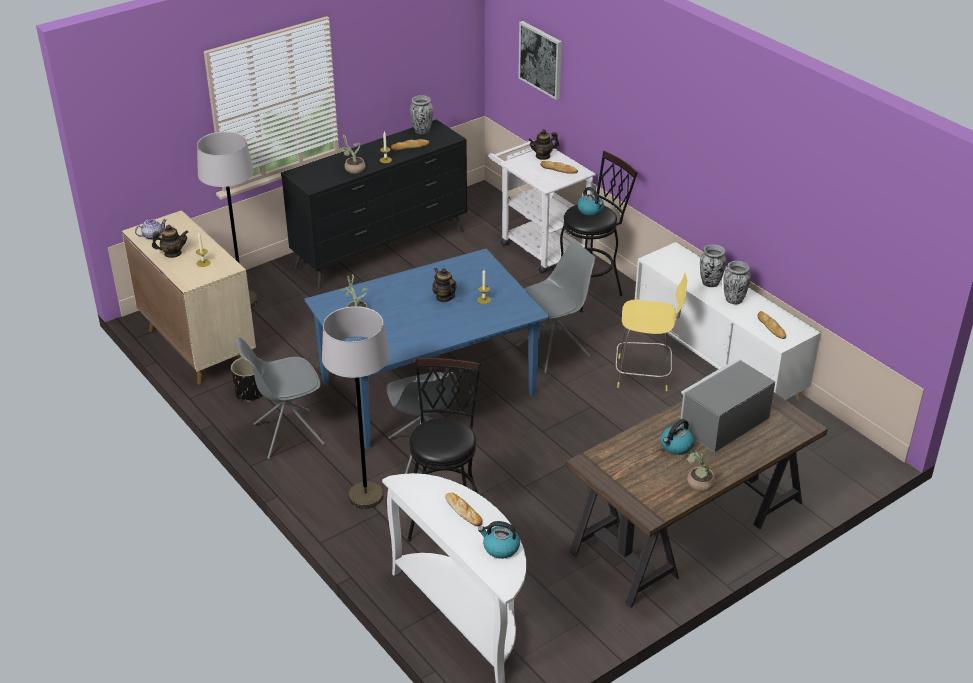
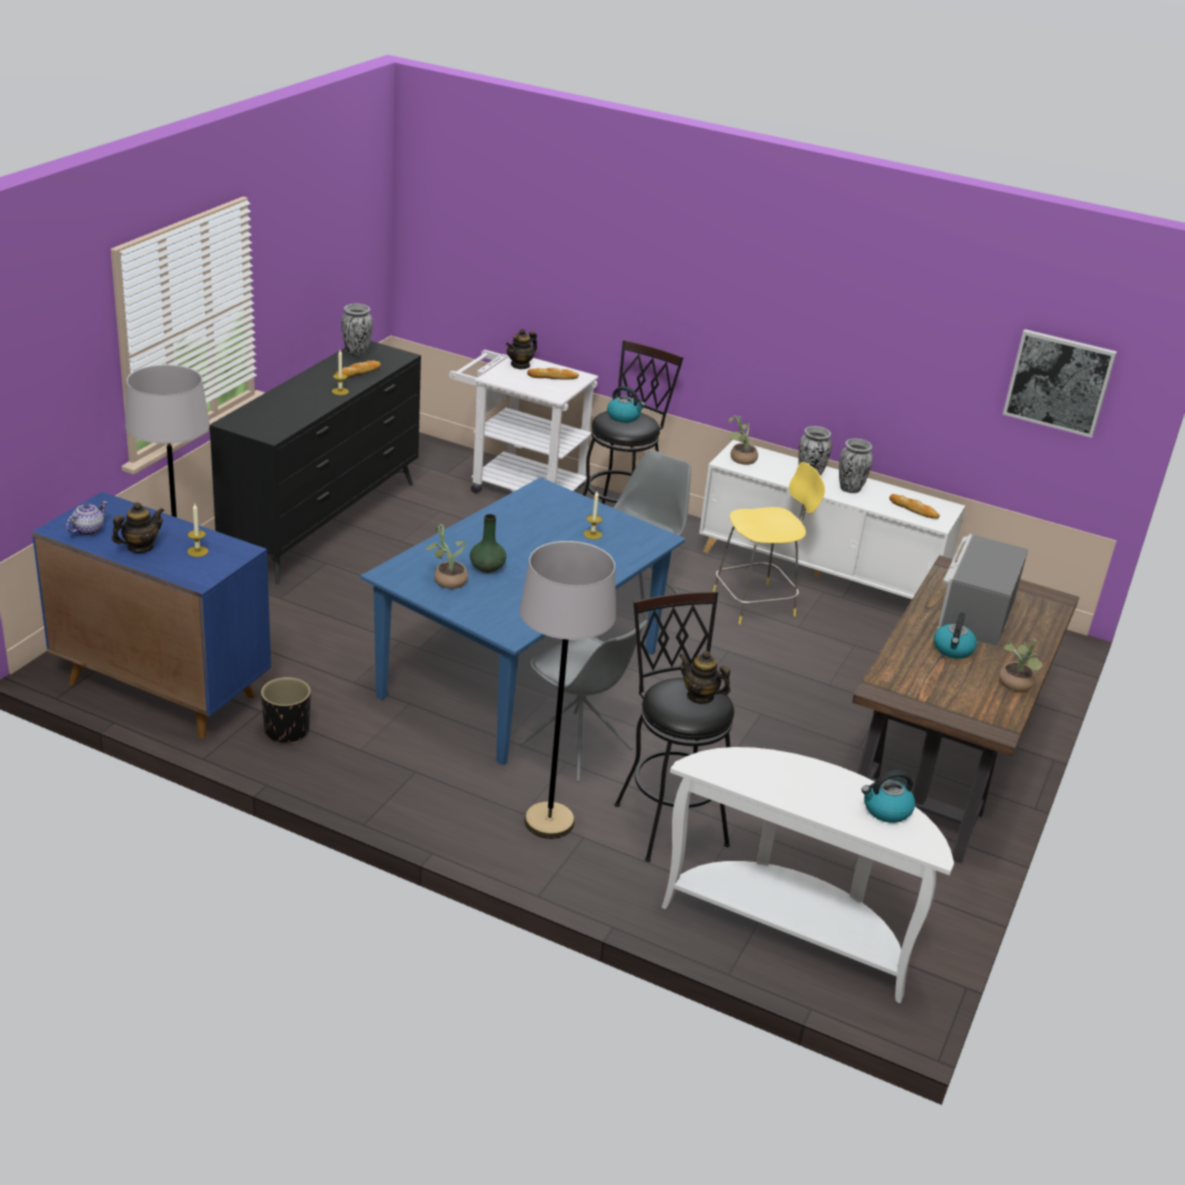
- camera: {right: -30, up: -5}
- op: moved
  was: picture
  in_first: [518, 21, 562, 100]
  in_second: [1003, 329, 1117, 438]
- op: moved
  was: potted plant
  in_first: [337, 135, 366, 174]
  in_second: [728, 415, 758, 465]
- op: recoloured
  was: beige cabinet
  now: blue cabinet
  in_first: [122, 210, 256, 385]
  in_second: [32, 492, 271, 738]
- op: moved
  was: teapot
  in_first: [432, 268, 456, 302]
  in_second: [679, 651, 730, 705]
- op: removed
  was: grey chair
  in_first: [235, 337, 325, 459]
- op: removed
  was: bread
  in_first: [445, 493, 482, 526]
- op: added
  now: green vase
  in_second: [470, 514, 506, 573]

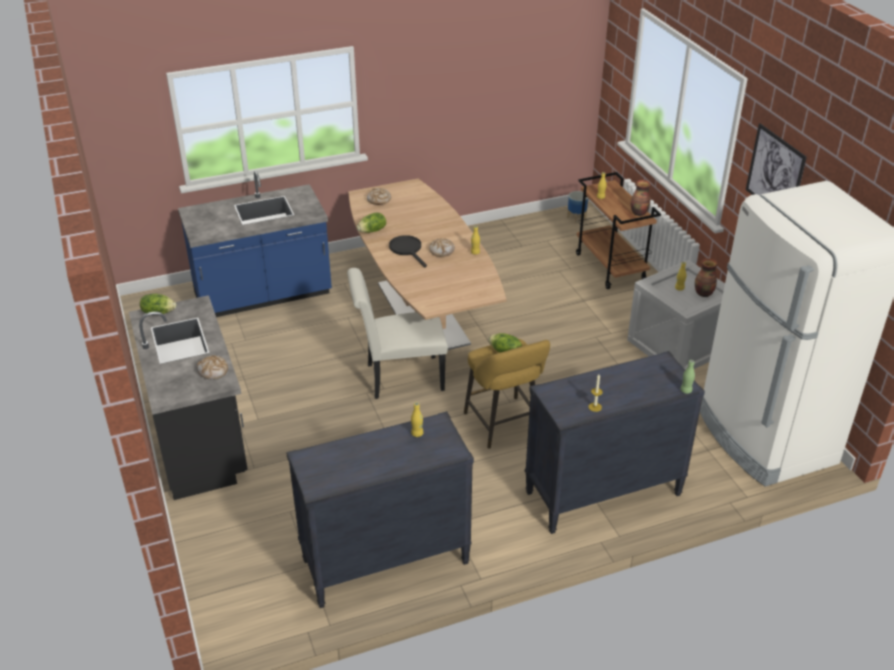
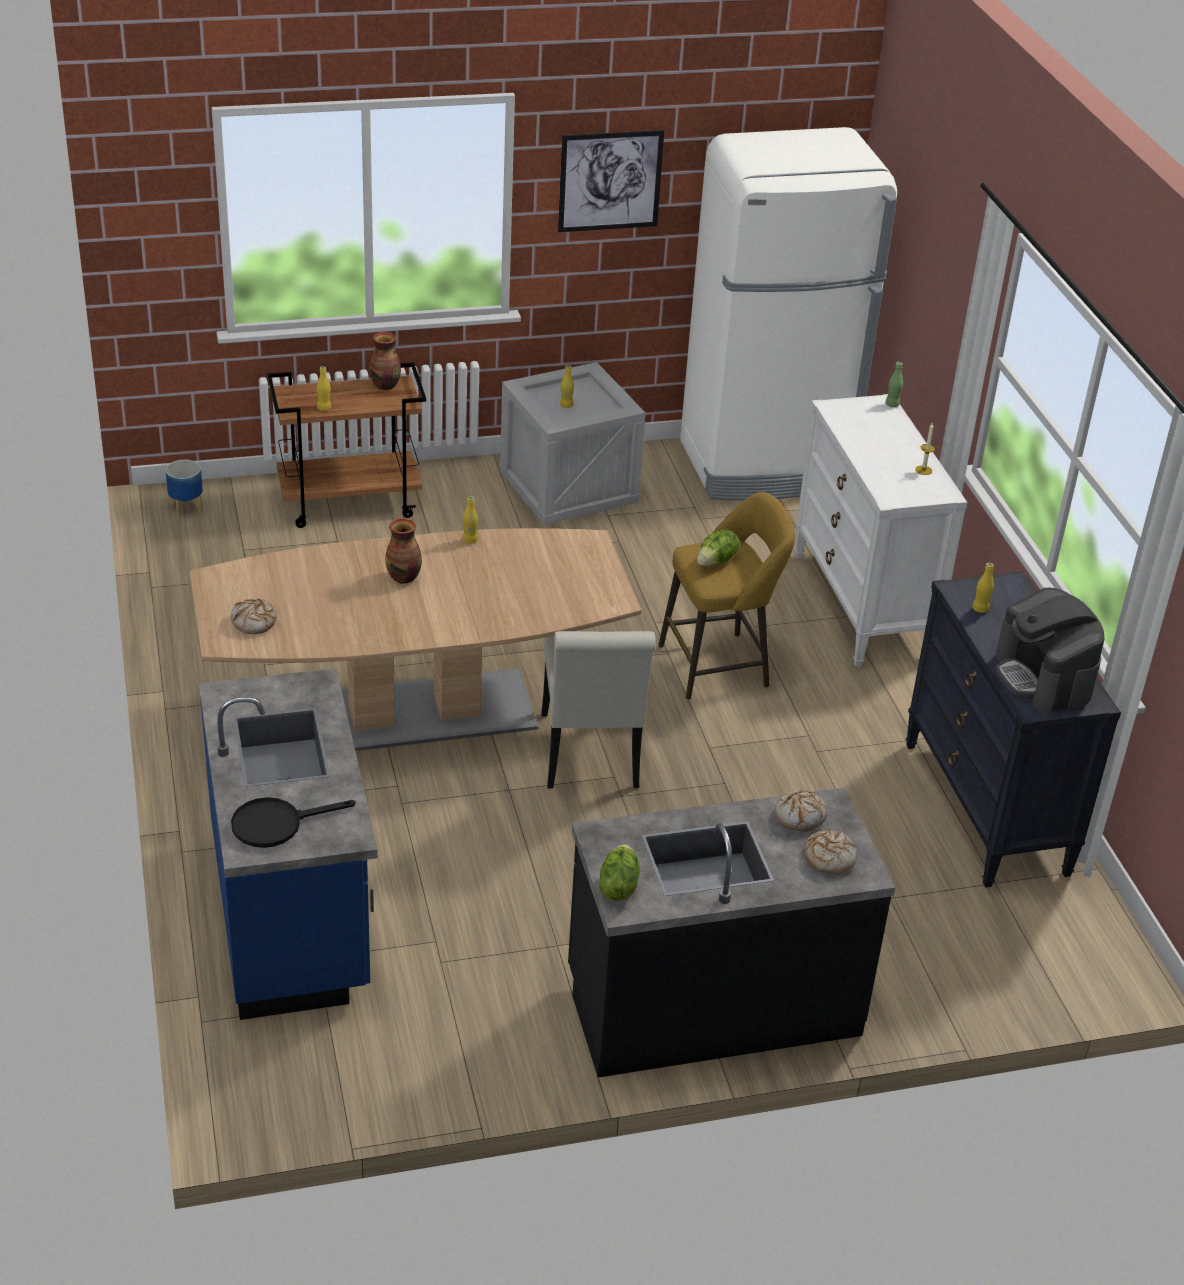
- camera: {right: -85, up: 0}
- op: removed
  was: lettuce
  in_first: [357, 213, 386, 233]
- op: moved
  was: black frying pan
  in_first: [389, 235, 427, 267]
  in_second: [231, 797, 356, 848]
- op: moved
  was: bread
  in_first: [429, 238, 455, 257]
  in_second: [804, 830, 857, 874]
- op: moved
  was: vase
  in_first: [695, 258, 717, 297]
  in_second: [385, 518, 422, 584]
- op: recoloured
  was: black dresser
  now: white dresser
  in_first: [525, 351, 705, 534]
  in_second: [794, 394, 968, 667]
- op: added
  now: coffee machine
  in_second: [995, 588, 1104, 713]

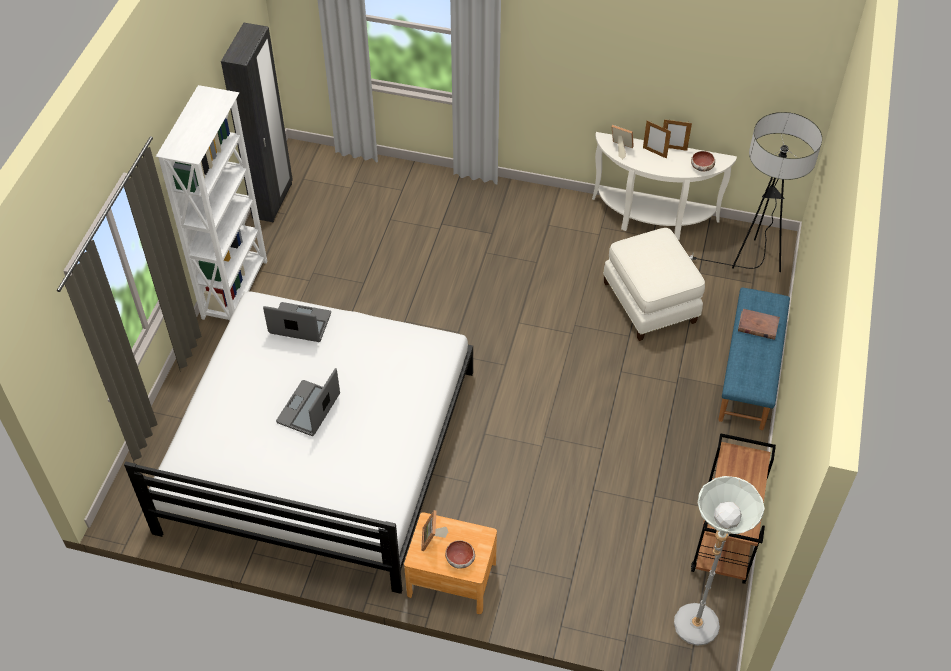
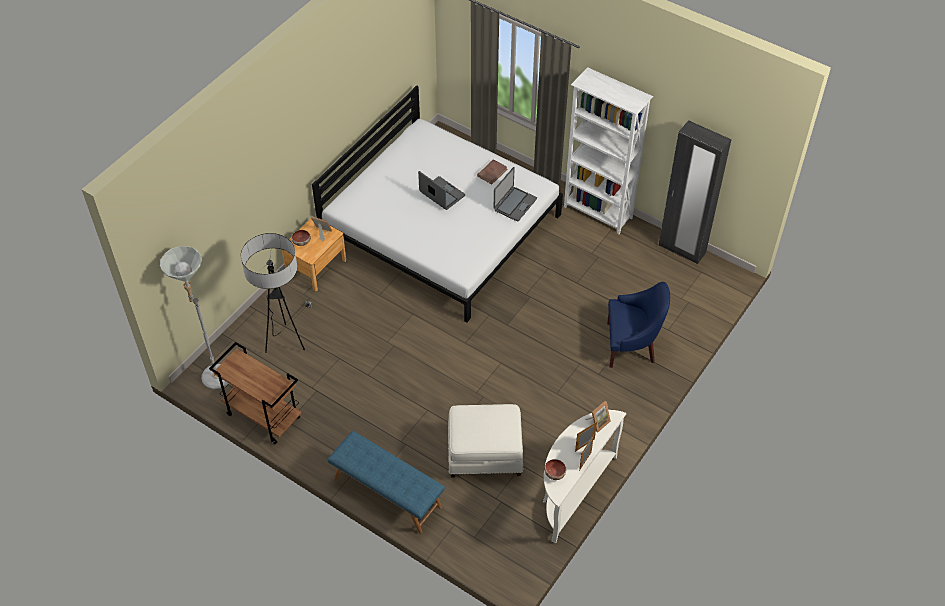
- camera: {right: 110, up: 0}
- op: moved
  was: floor lamp
  in_first: [689, 112, 822, 272]
  in_second: [241, 233, 312, 353]
- op: moved
  was: brown book
  in_first: [738, 309, 780, 340]
  in_second: [477, 159, 508, 184]
- op: added
  now: blue armchair
  in_second: [607, 282, 670, 368]

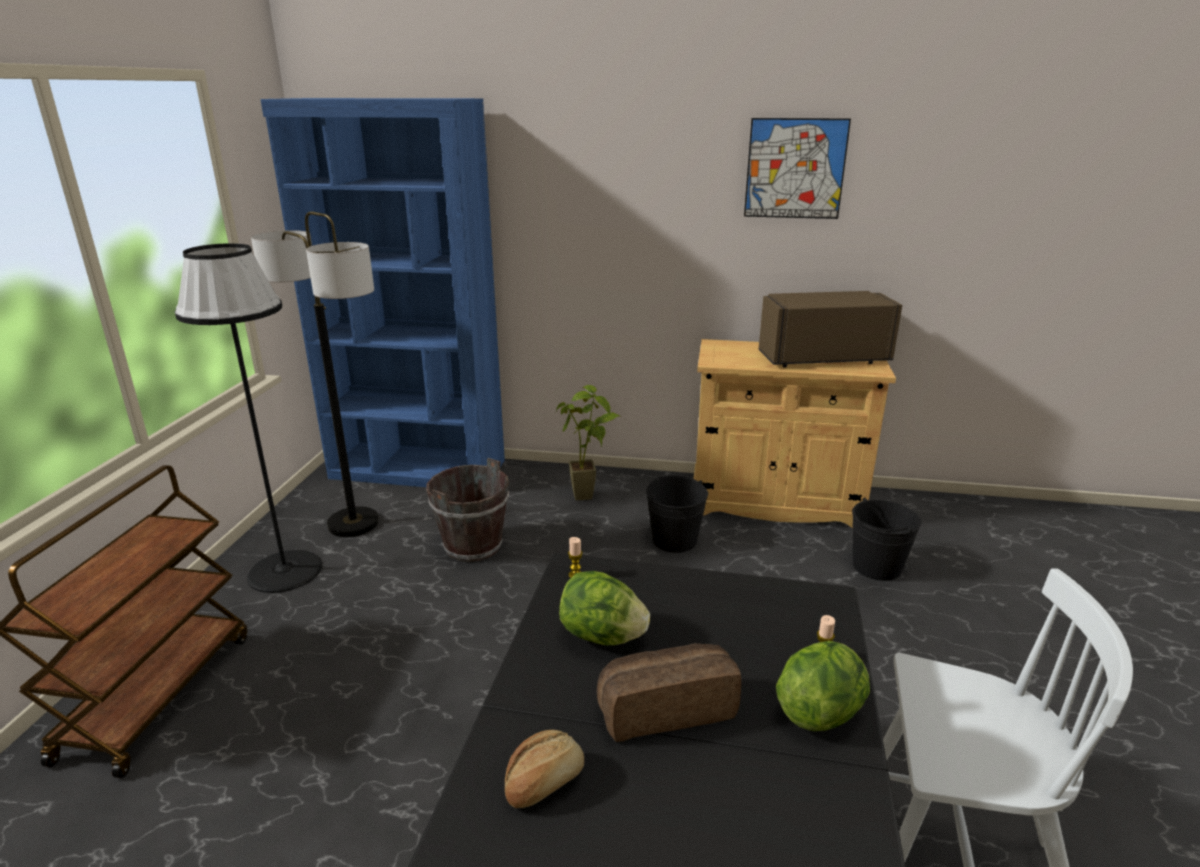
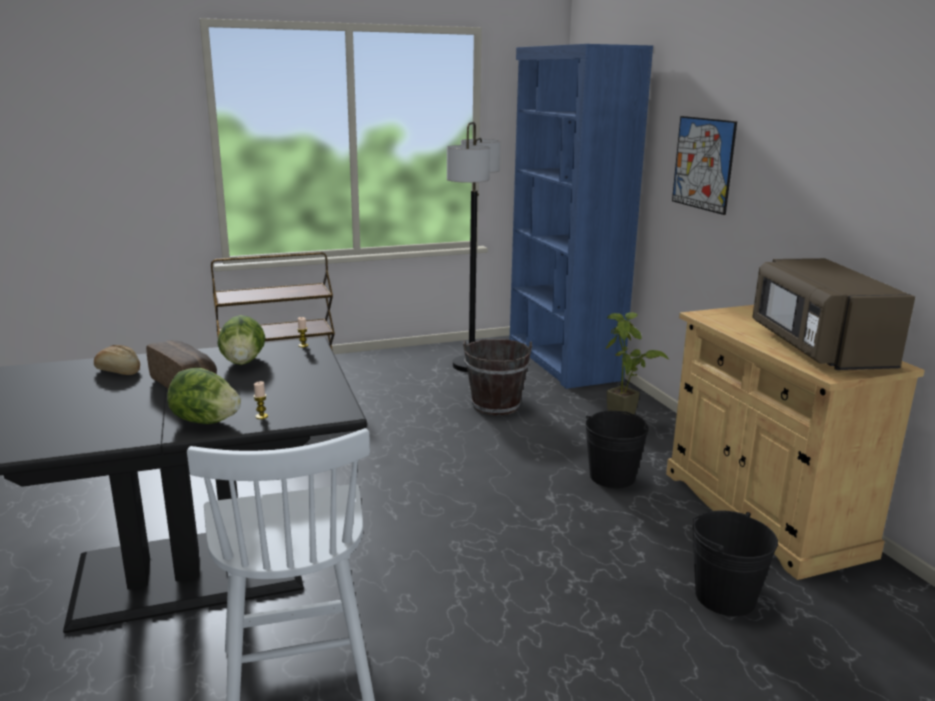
- camera: {right: 60, up: -5}
- op: moved
  was: picture
  in_first: [744, 118, 851, 219]
  in_second: [672, 116, 737, 215]
- op: removed
  was: black floor lamp
  in_first: [175, 243, 322, 593]
- op: turned
  was: brown microwave
  in_first: [759, 291, 902, 368]
  in_second: [752, 258, 915, 370]
  clockwise: -150

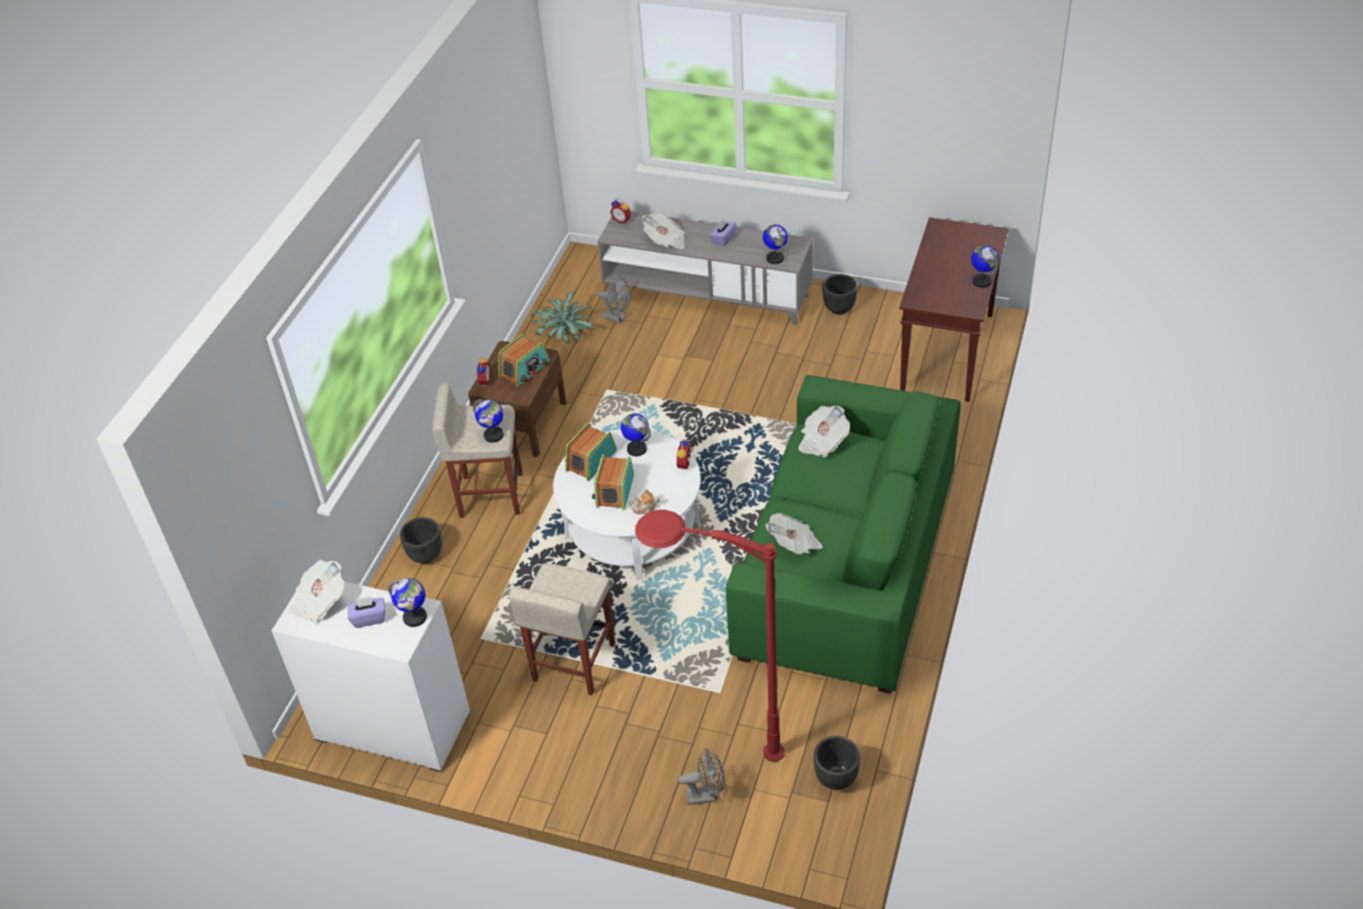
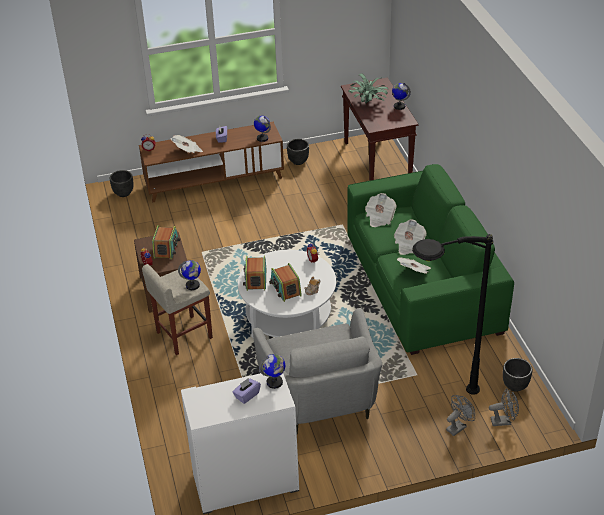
- camera: {right: -35, up: -5}
- op: recoloured
  was: grey tv stand
  now: brown tv stand
  in_first: [597, 212, 813, 325]
  in_second: [139, 122, 284, 203]
- op: moved
  was: grey fan
  in_first: [598, 278, 631, 323]
  in_second: [489, 388, 519, 426]
- op: moved
  was: potted plant
  in_first: [532, 291, 593, 344]
  in_second: [348, 73, 389, 103]
- op: removed
  was: globe
  in_first: [621, 413, 651, 456]
- op: recoloured
  was: red floor lamp
  now: black floor lamp
  in_first: [635, 510, 785, 762]
  in_second: [412, 234, 493, 395]
- op: moved
  was: black planter
  in_first: [400, 517, 442, 564]
  in_second: [110, 170, 133, 197]
- op: moved
  was: newspaper
  in_first: [289, 560, 344, 623]
  in_second: [394, 219, 427, 255]
- op: replaced
  was: beige stool
  now: grey armchair
  in_first: [509, 563, 615, 695]
  in_second: [253, 308, 382, 434]

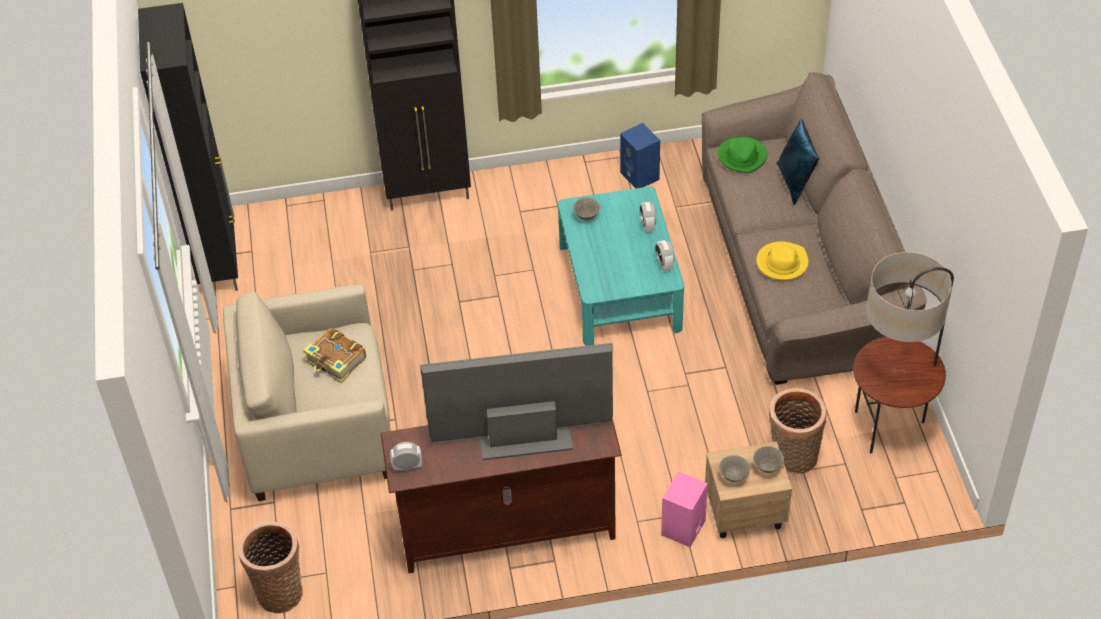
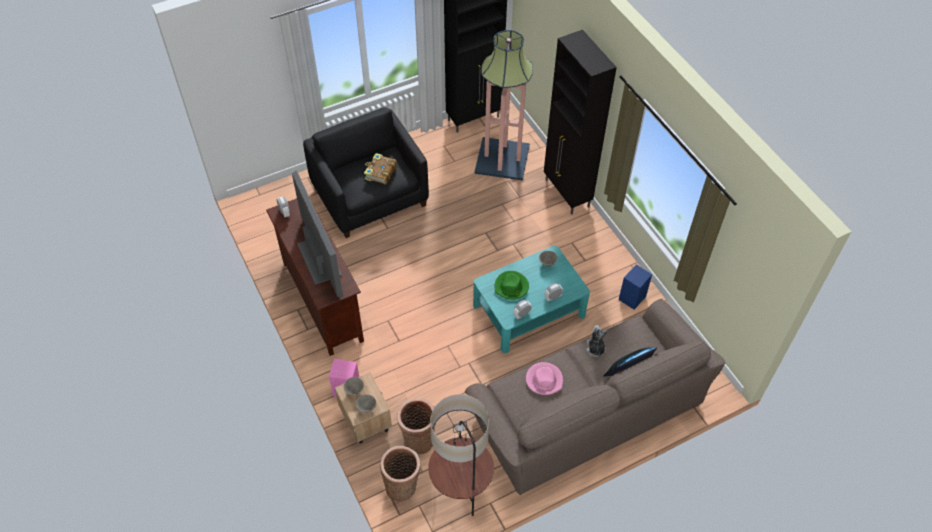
- camera: {right: 70, up: 5}
- op: moved
  was: green hat
  in_first: [718, 137, 767, 173]
  in_second: [495, 271, 529, 300]
- op: recoloured
  was: yellow hat
  now: pink hat
  in_first: [756, 241, 809, 280]
  in_second: [526, 362, 563, 395]
- op: recoloured
  was: beige armchair
  now: black armchair
  in_first: [223, 284, 391, 501]
  in_second: [303, 107, 429, 238]
- op: moved
  was: basket
  in_first: [238, 521, 303, 613]
  in_second: [380, 446, 421, 502]
- op: added
  now: floor lamp
  in_second: [474, 30, 533, 180]
- op: added
  now: plush toy
  in_second: [586, 325, 608, 358]

